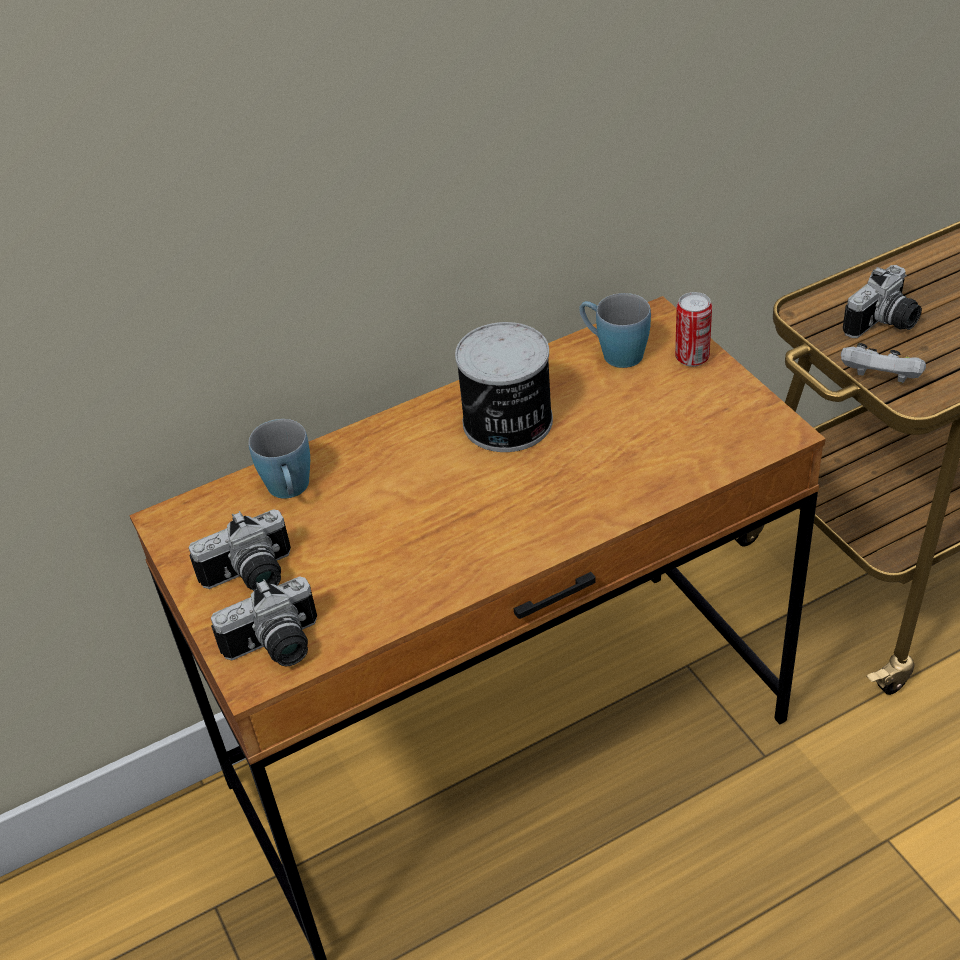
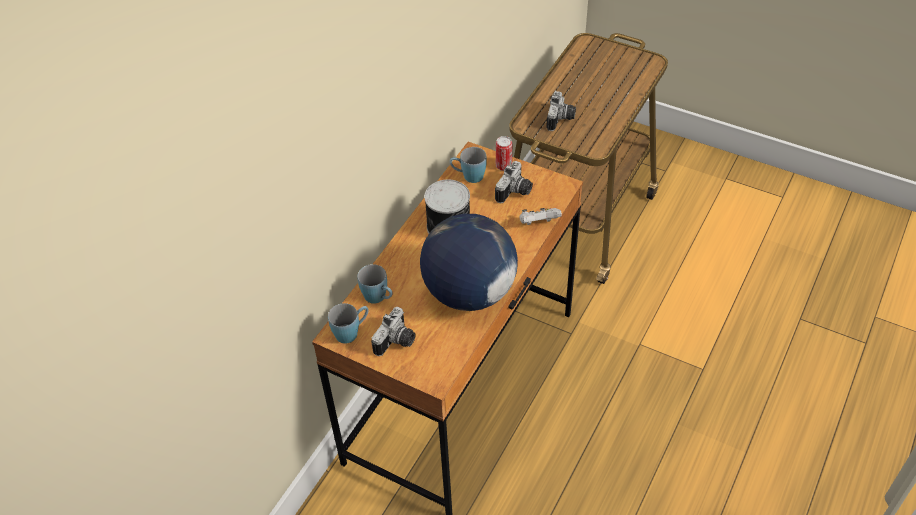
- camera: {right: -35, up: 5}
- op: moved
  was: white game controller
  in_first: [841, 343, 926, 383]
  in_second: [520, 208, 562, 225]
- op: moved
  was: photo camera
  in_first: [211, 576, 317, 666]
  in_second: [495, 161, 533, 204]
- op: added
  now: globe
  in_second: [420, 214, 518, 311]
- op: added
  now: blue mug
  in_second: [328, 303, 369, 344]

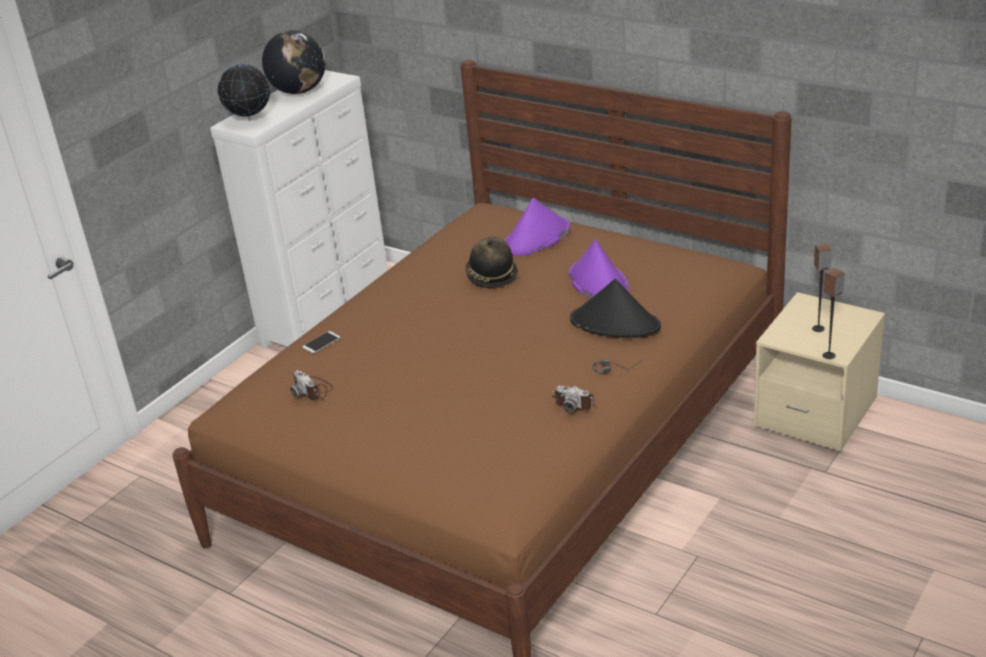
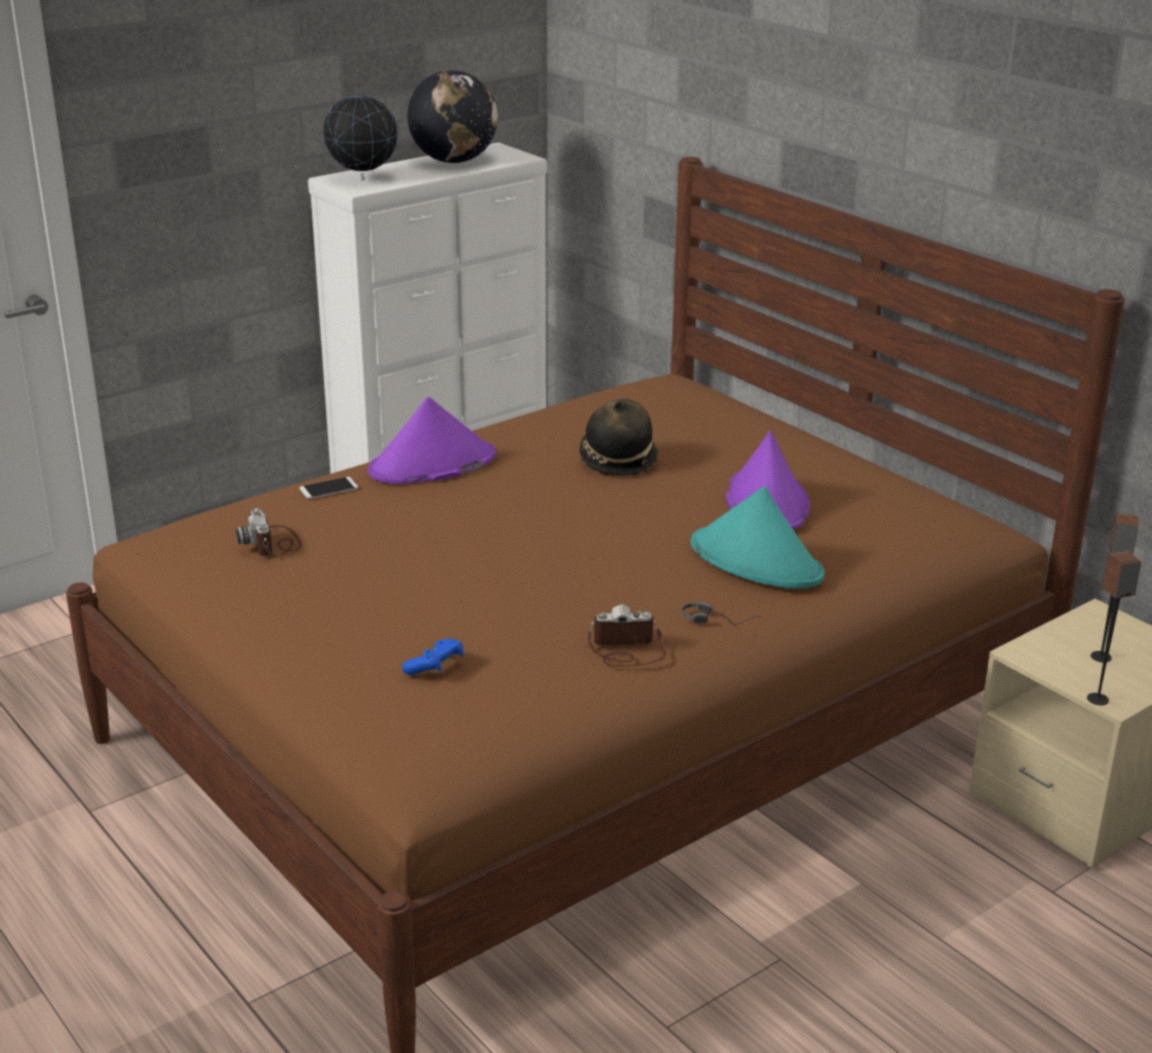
- camera: {right: 15, up: -5}
- op: moved
  was: purple hat
  in_first: [504, 198, 570, 256]
  in_second: [368, 397, 496, 484]
- op: recoloured
  was: black hat
  now: turquoise hat
  in_first: [570, 279, 661, 338]
  in_second: [691, 486, 824, 589]
- op: turned
  was: photo camera
  in_first: [552, 385, 595, 412]
  in_second: [587, 605, 666, 667]
  clockwise: 135
- op: added
  now: blue game controller
  in_second: [402, 639, 463, 675]

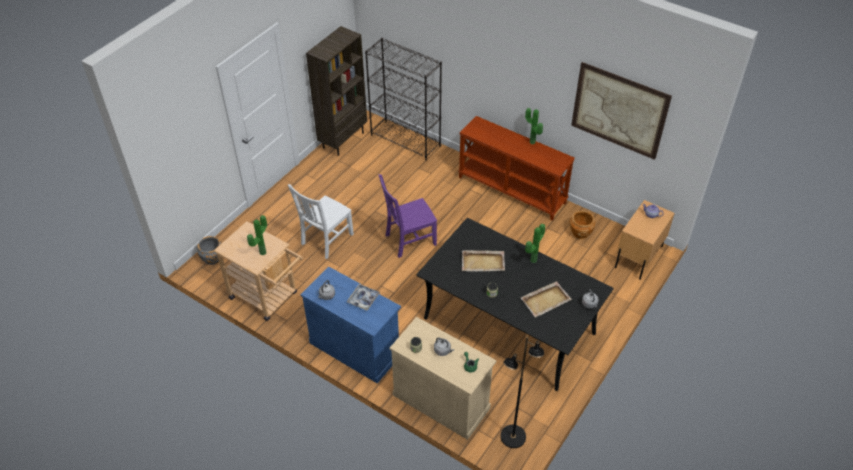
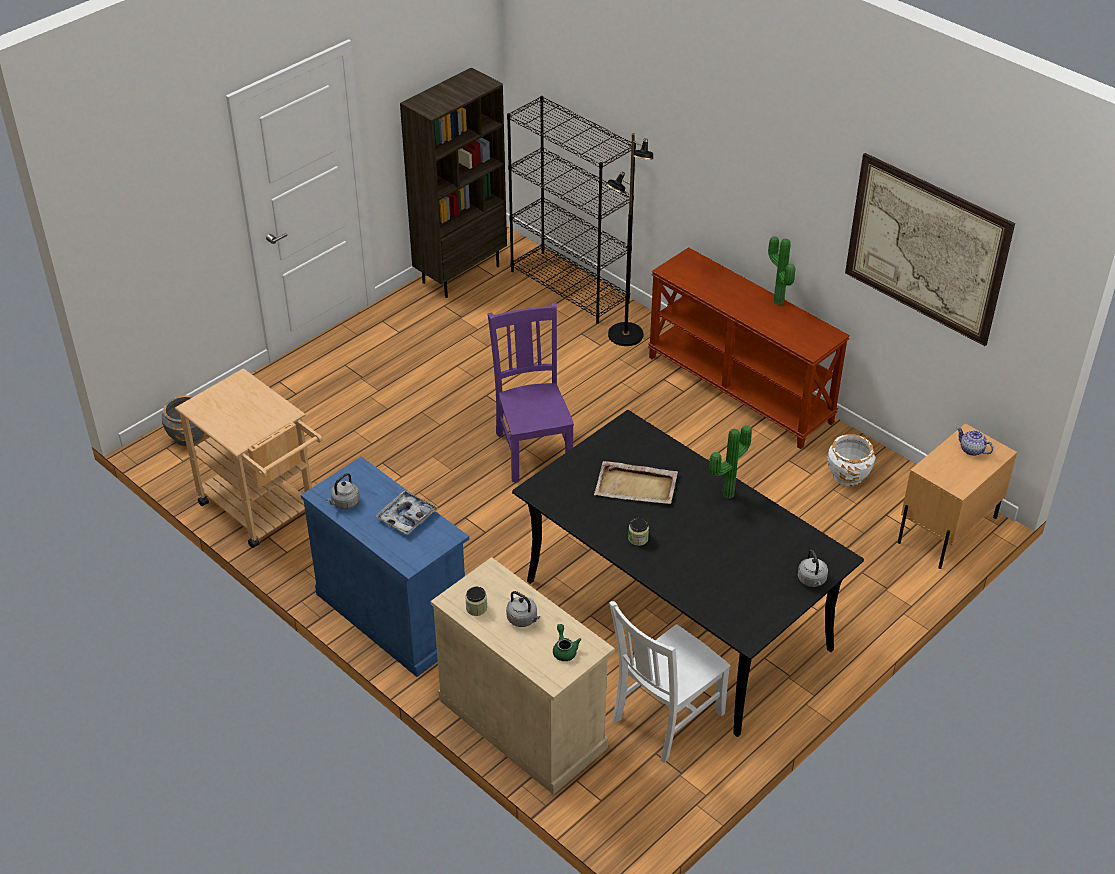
- camera: {right: 10, up: -5}
- op: turned
  was: purple chair
  in_first: [379, 174, 437, 258]
  in_second: [488, 303, 574, 482]
  clockwise: 90
- op: moved
  was: white chair
  in_first: [288, 184, 354, 259]
  in_second: [609, 601, 730, 763]
- op: recoloured
  was: brown planter
  now: white planter
  in_first: [569, 211, 595, 239]
  in_second: [827, 434, 876, 486]
- op: removed
  was: potted plant
  in_first: [247, 215, 267, 255]
- op: removed
  was: beige tray
  in_first: [521, 281, 572, 318]
- op: moved
  was: black floor lamp
  in_first: [500, 337, 544, 448]
  in_second: [606, 133, 654, 346]

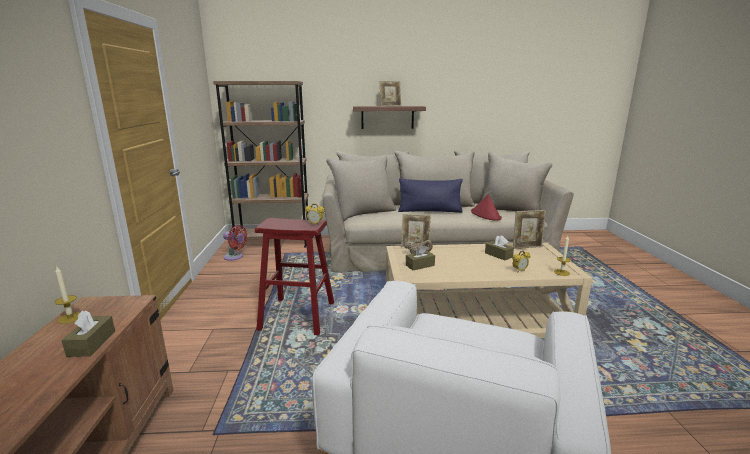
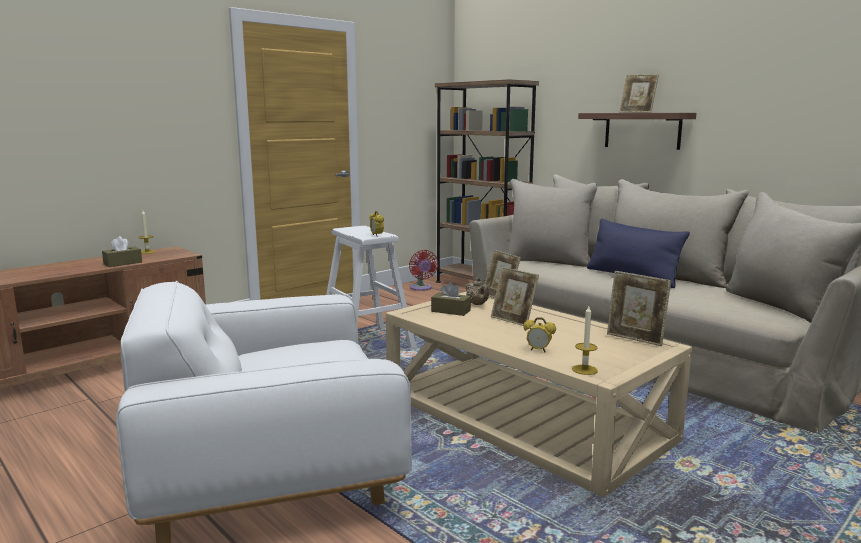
- camera: {right: 50, up: -5}
- op: removed
  was: red hat
  in_first: [471, 194, 502, 221]
- op: recoloured
  was: red stool
  now: white stool
  in_first: [255, 218, 334, 335]
  in_second: [326, 226, 416, 348]
- op: removed
  was: brown tissue box
  in_first: [485, 235, 514, 261]
- op: added
  now: picture frame
  in_second: [491, 267, 539, 326]

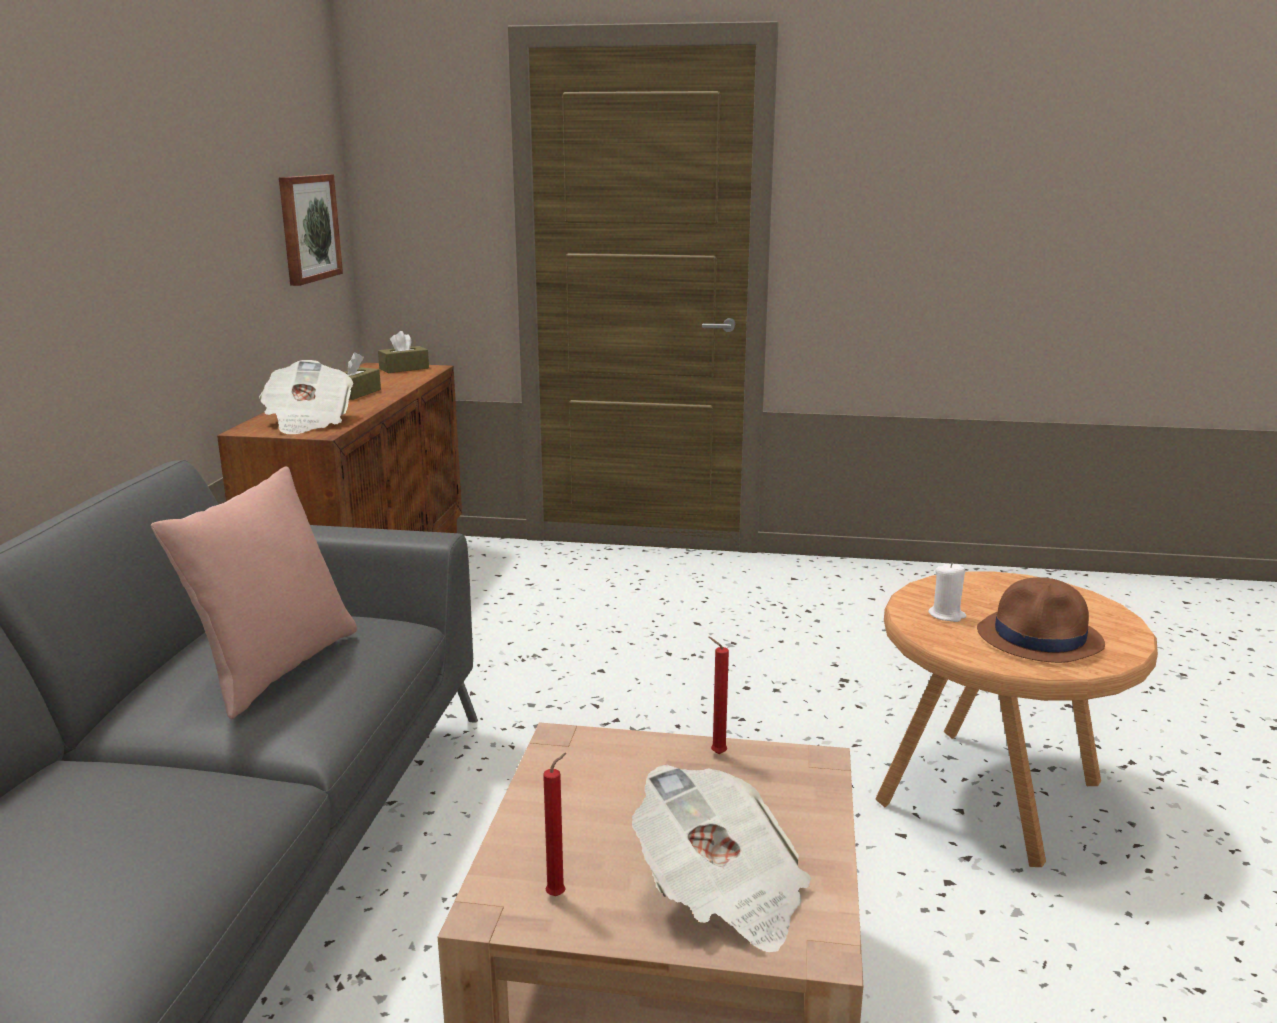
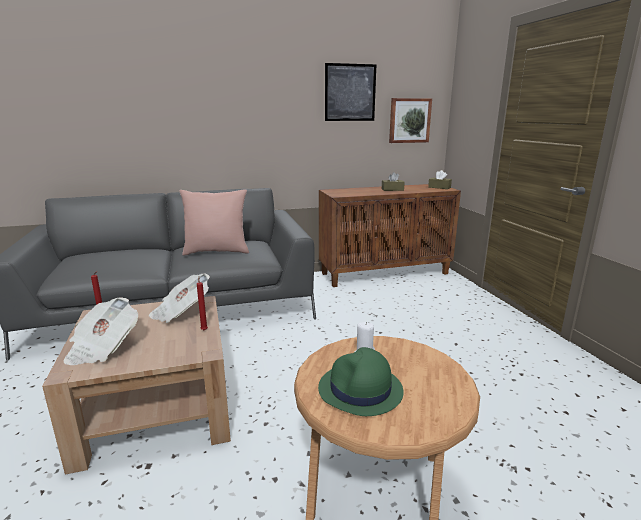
- camera: {right: 65, up: 0}
- op: moved
  was: newspaper
  in_first: [259, 360, 353, 434]
  in_second: [149, 274, 210, 323]
- op: recoloured
  was: brown hat
  now: green hat
  in_first: [977, 577, 1105, 663]
  in_second: [318, 347, 404, 416]
- op: added
  now: picture
  in_second: [325, 63, 376, 121]

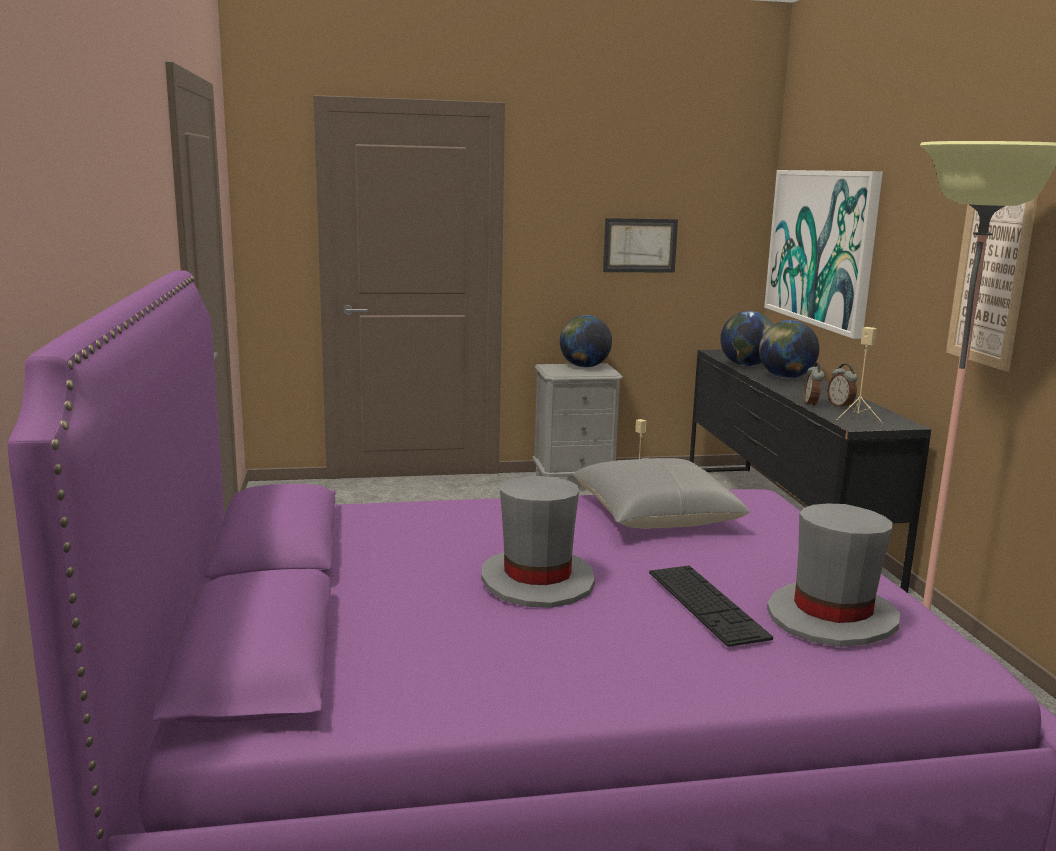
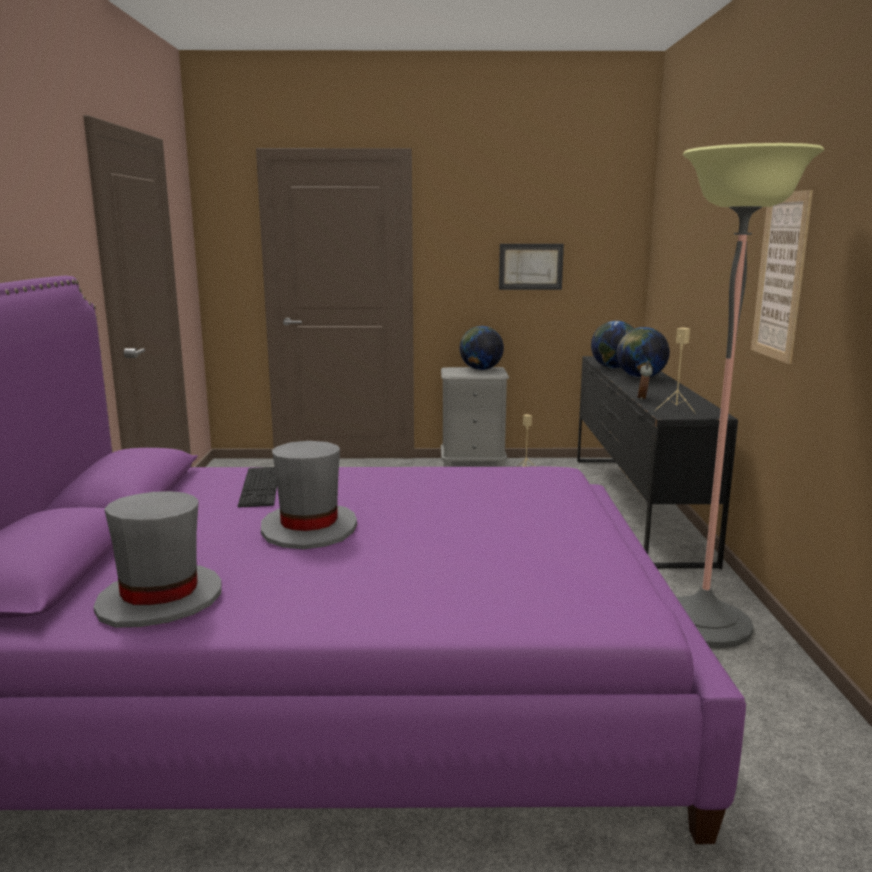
- camera: {right: 10, up: 0}
- op: removed
  was: picture
  in_first: [764, 170, 883, 339]
- op: removed
  was: alarm clock
  in_first: [827, 364, 858, 409]
- op: removed
  was: grey pillow
  in_first: [573, 458, 750, 529]
- op: moved
  was: grey hat
  in_first: [767, 504, 900, 647]
  in_second: [94, 491, 222, 628]
- op: moved
  was: keyboard
  in_first: [649, 565, 773, 647]
  in_second: [238, 467, 277, 508]

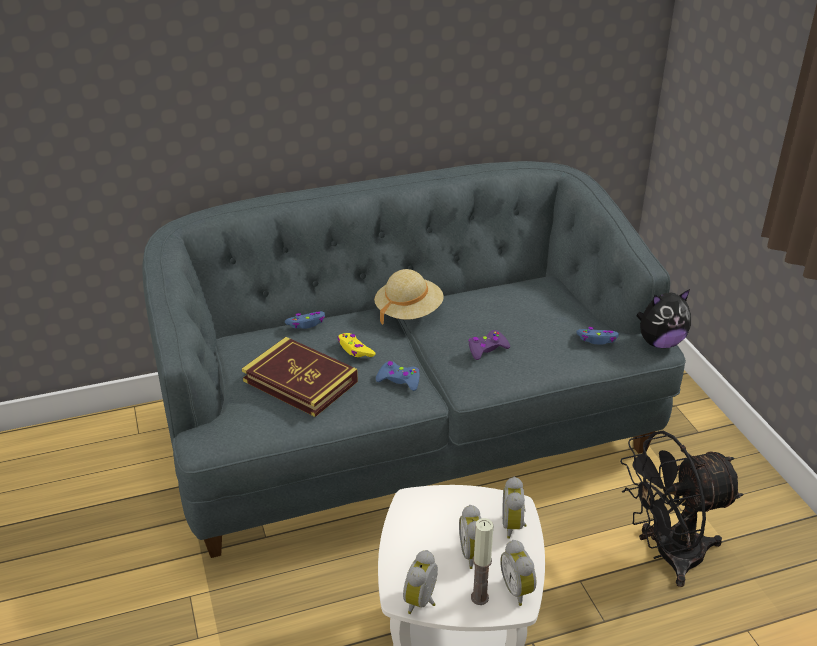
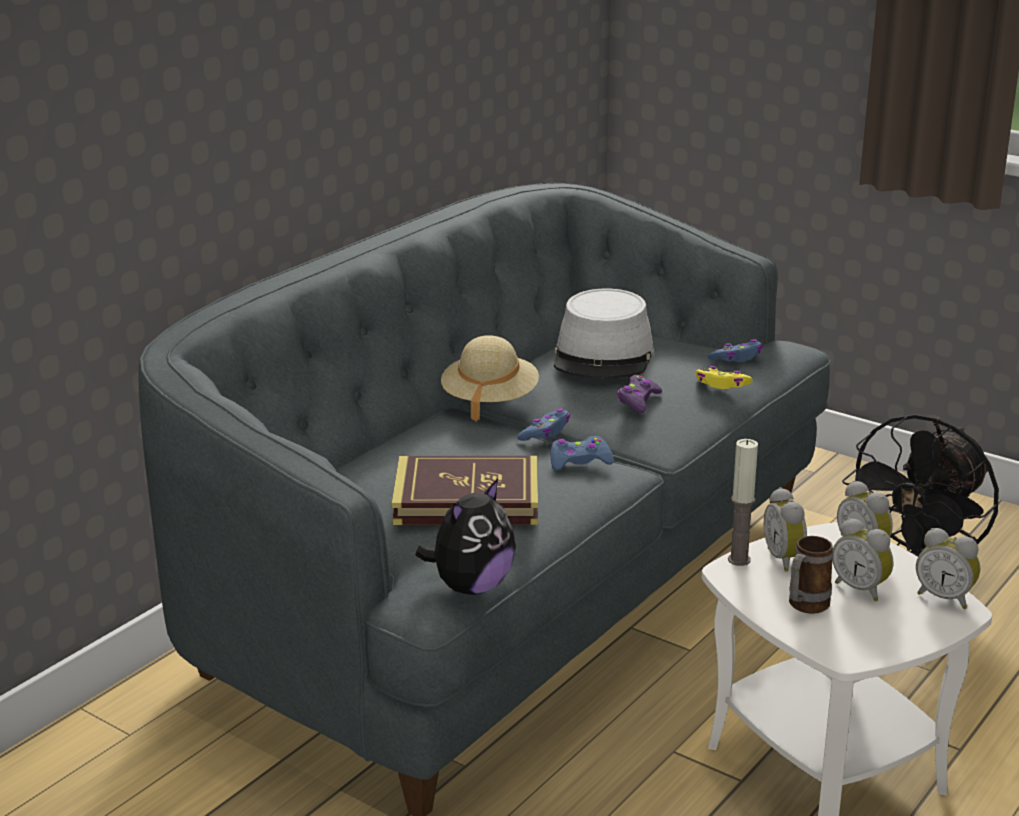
- camera: {right: -35, up: -10}
- op: moved
  was: plush toy
  in_first: [636, 289, 691, 348]
  in_second: [416, 478, 516, 595]
- op: moved
  was: blue game controller
  in_first: [285, 311, 325, 329]
  in_second: [517, 409, 570, 441]
- op: moved
  was: yellow game controller
  in_first: [337, 333, 375, 357]
  in_second: [695, 366, 753, 389]
- op: moved
  was: candle
  in_first: [471, 518, 494, 605]
  in_second: [728, 439, 758, 566]
- op: moved
  was: alarm clock
  in_first: [403, 550, 438, 614]
  in_second: [764, 487, 807, 572]
- op: added
  now: grey hat
  in_second: [554, 288, 654, 379]
- op: added
  now: mug
  in_second: [789, 536, 833, 614]

